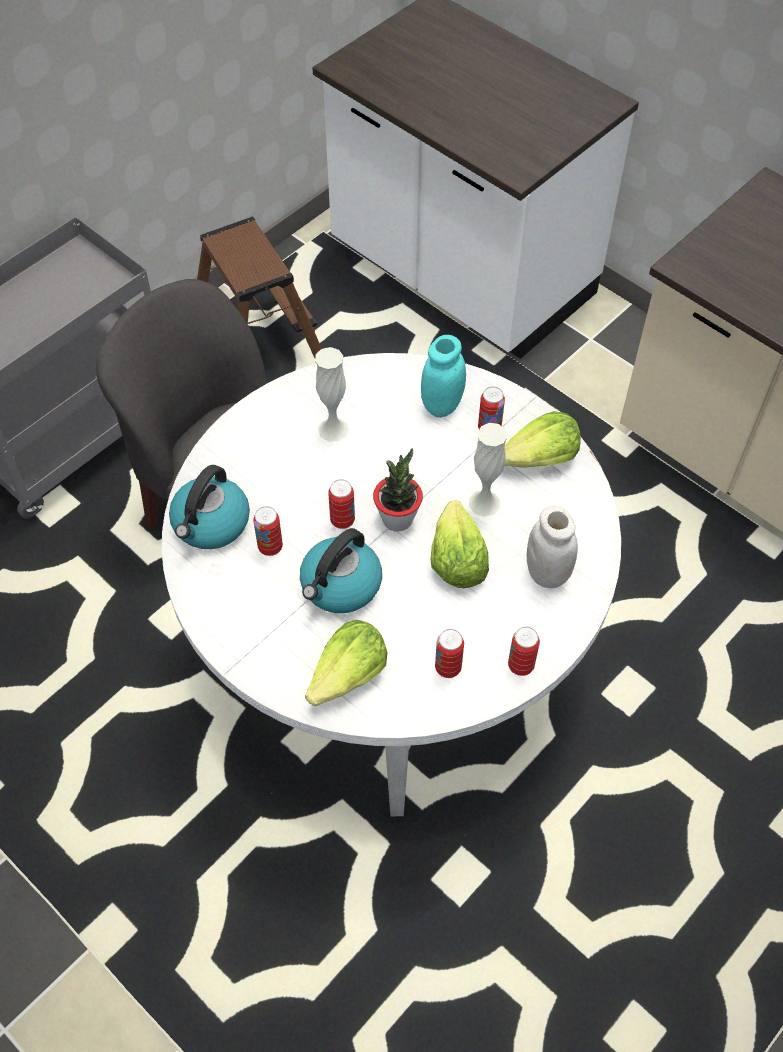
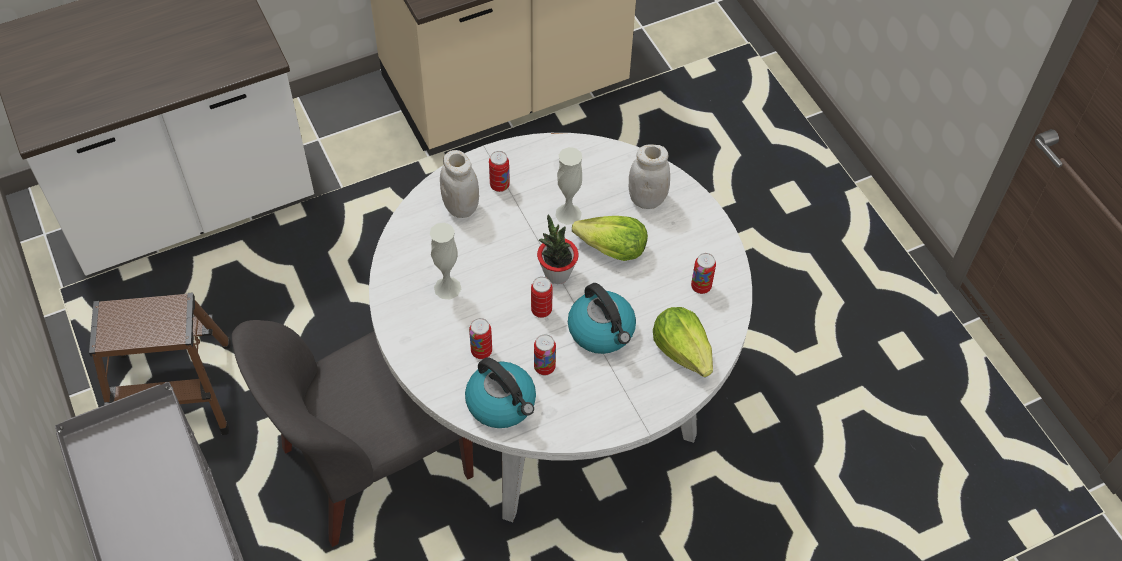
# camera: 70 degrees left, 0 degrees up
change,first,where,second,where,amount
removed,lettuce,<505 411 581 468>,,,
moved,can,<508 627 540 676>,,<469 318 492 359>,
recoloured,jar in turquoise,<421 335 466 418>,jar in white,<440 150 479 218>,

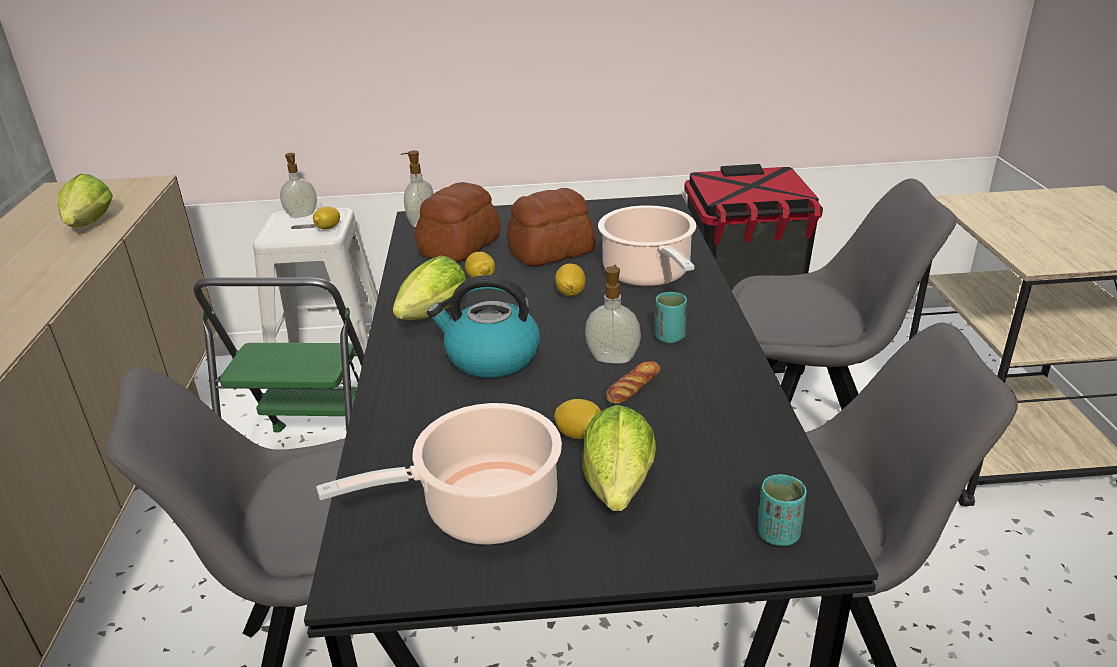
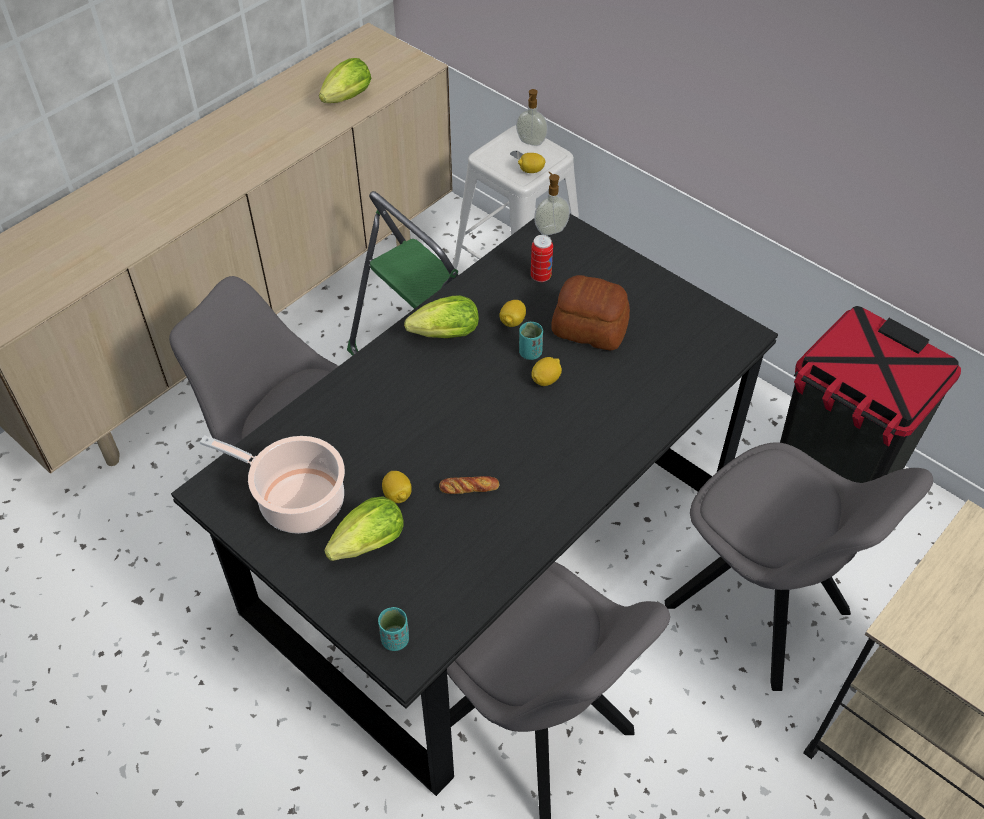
# camera: 45 degrees right, 20 degrees up
change,first,where,second,where,amount
removed,kettle,<427 275 540 378>,,,
removed,soap dispenser,<585 265 641 364>,,,
removed,cooking pot,<598 205 696 286>,,,
moved,cup in turquoise,<655 292 687 343>,,<519 322 543 360>,
replaced,bread,<415 182 501 262>,can,<531 235 553 282>,

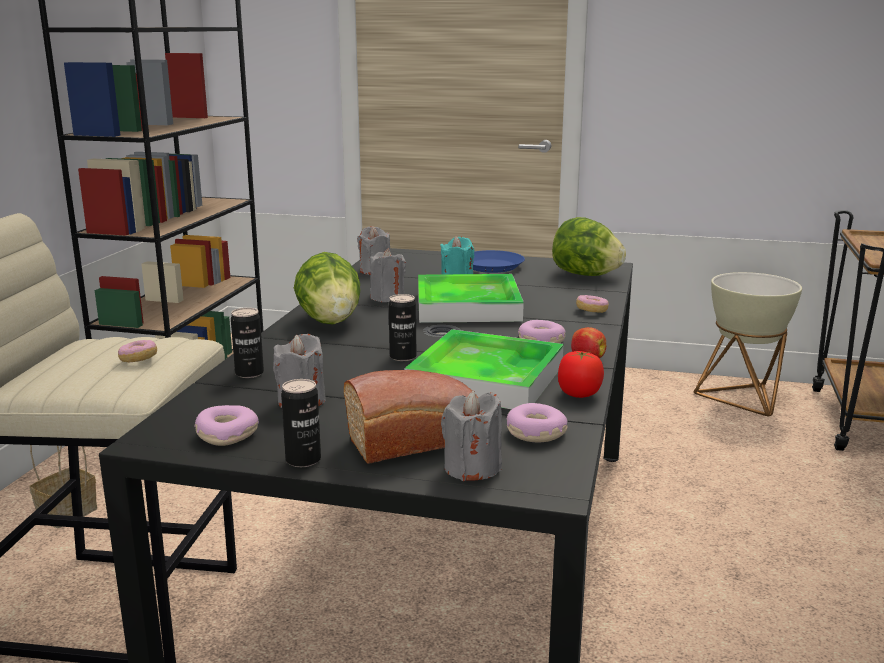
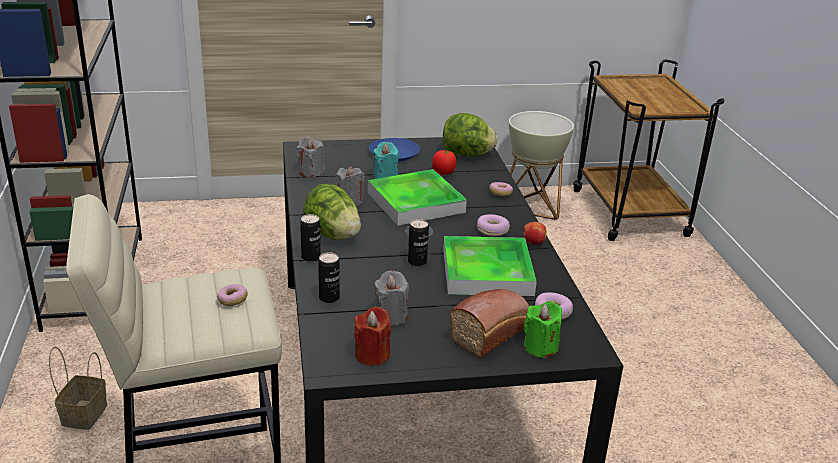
# camera: 25 degrees left, 10 degrees up
change,first,where,second,where,amount
moved,can,<281 379 321 467>,,<300 214 320 262>,
moved,tomato,<558 351 604 398>,,<432 150 456 175>,
replaced,donut,<194 405 259 446>,candle in red,<354 307 391 365>,
recoloured,candle in grey,<441 391 502 481>,candle in green,<524 301 562 358>,

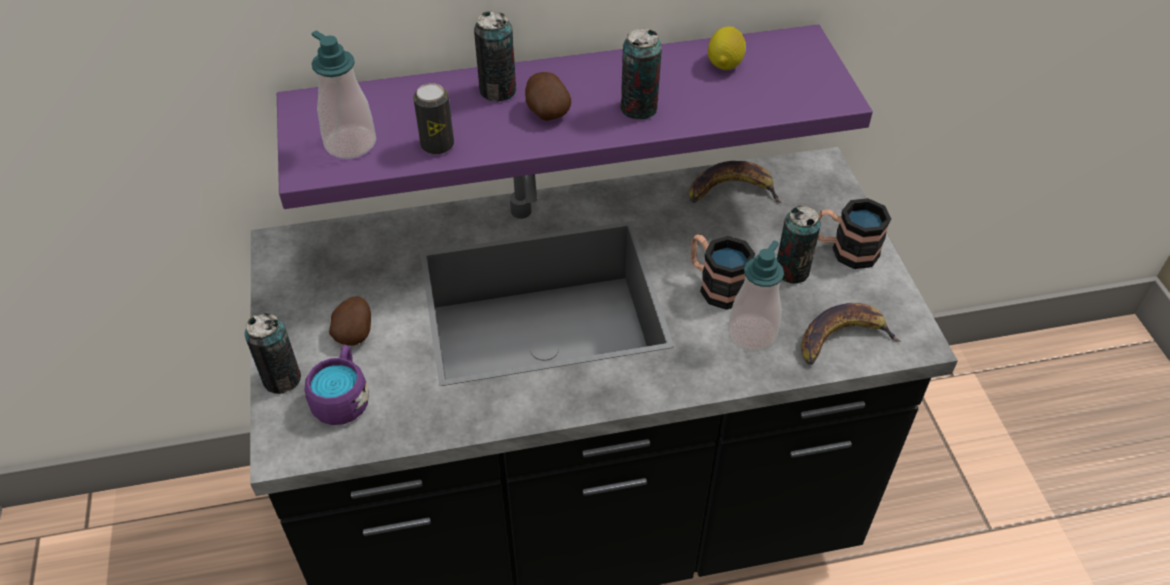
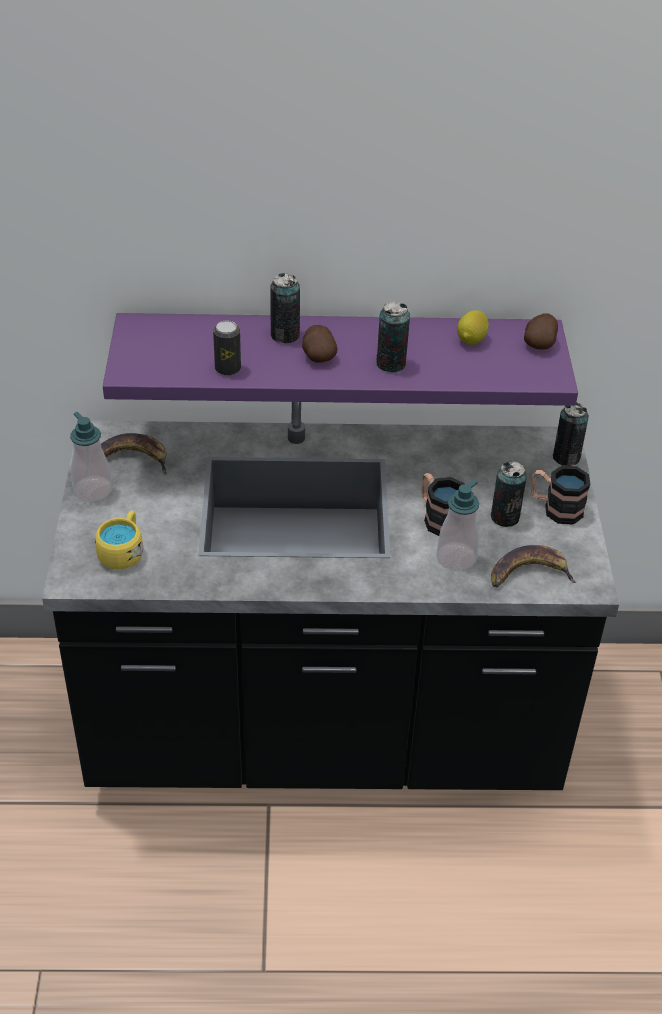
# camera: 10 degrees right, 5 degrees down
change,first,where,second,where,amount
moved,can,<245 313 301 394>,,<553 403 589 466>,
moved,soap dispenser,<311 30 376 159>,,<70 412 112 502>,
moved,potato,<329 296 371 346>,,<524 313 558 350>,
moved,banana,<689 161 781 203>,,<101 433 167 474>,
recoloured,mug in purple,<305 345 369 425>,mug in yellow,<95 511 143 569>,

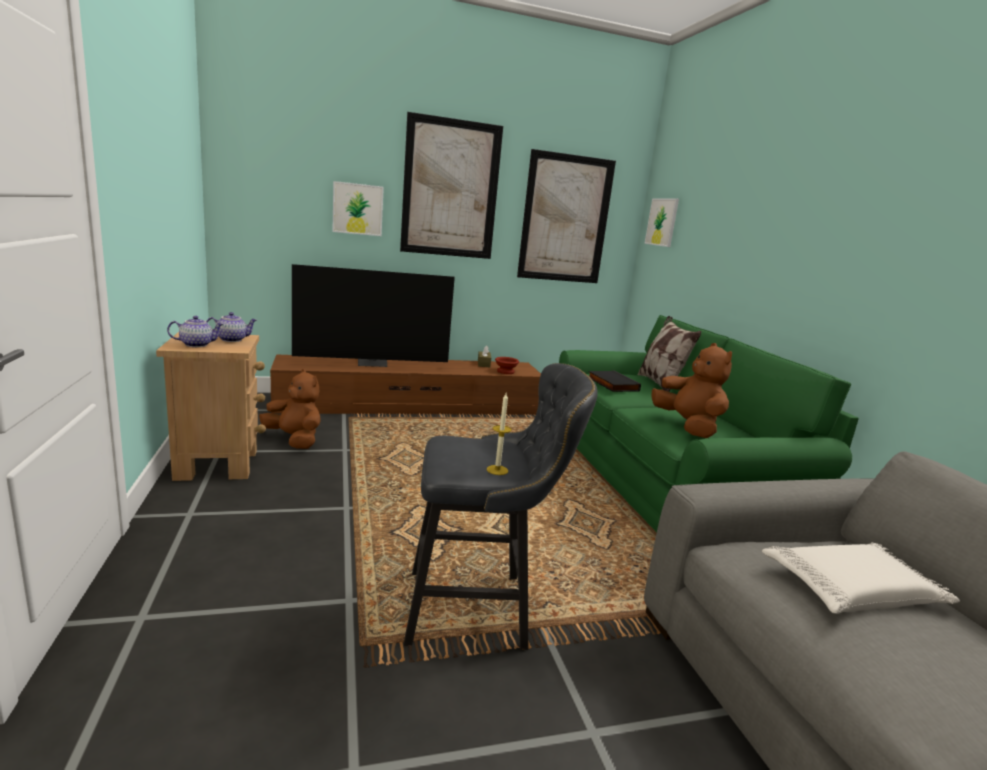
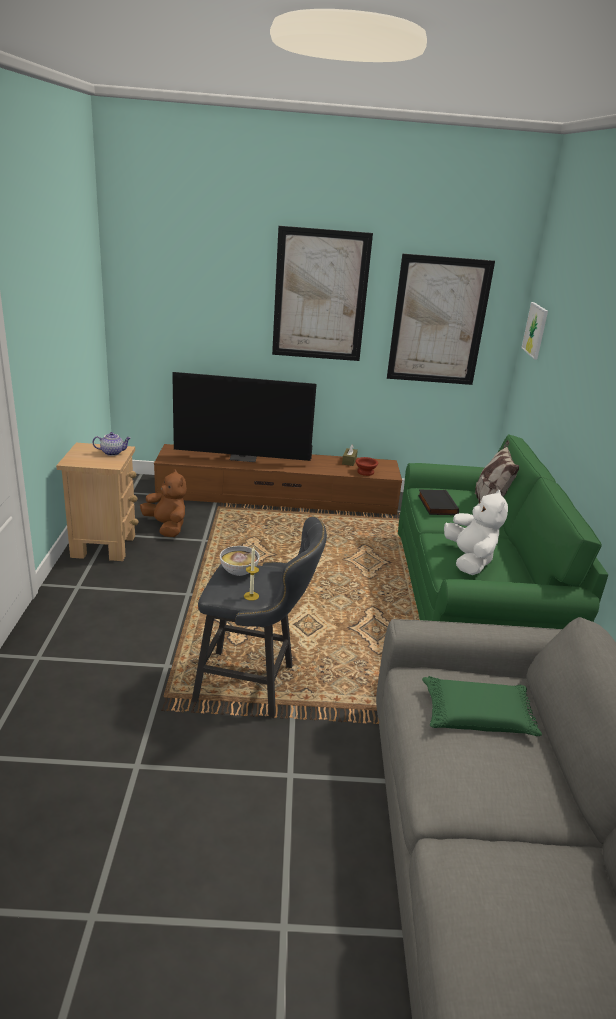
# camera: 15 degrees right, 10 degrees up
change,first,where,second,where,amount
removed,teapot,<167 316 223 347>,,,
removed,picture,<332 181 384 236>,,,
added,,,bowl,<220 546 260 576>,
recoloured,plush toy in brown,<651 343 732 438>,plush toy in white,<444 489 508 575>,
recoloured,pillow in white,<762 542 960 614>,pillow in green,<422 676 542 736>,

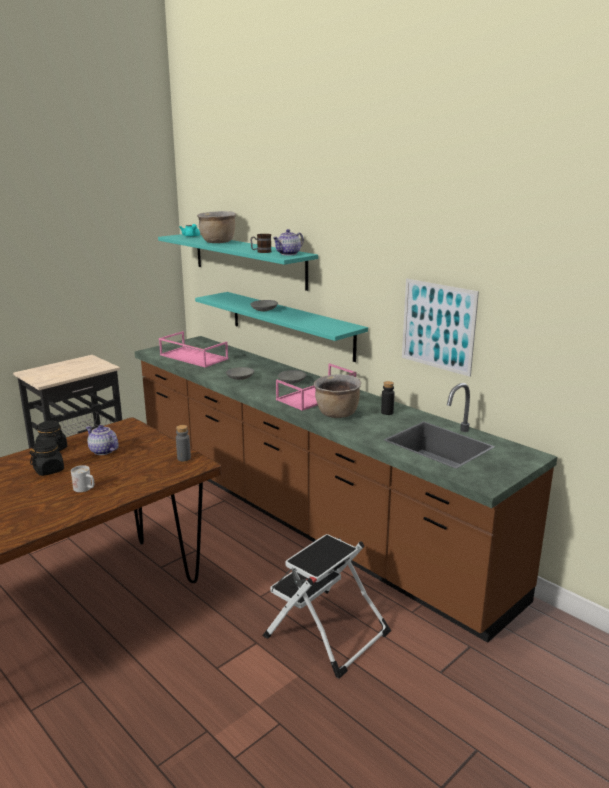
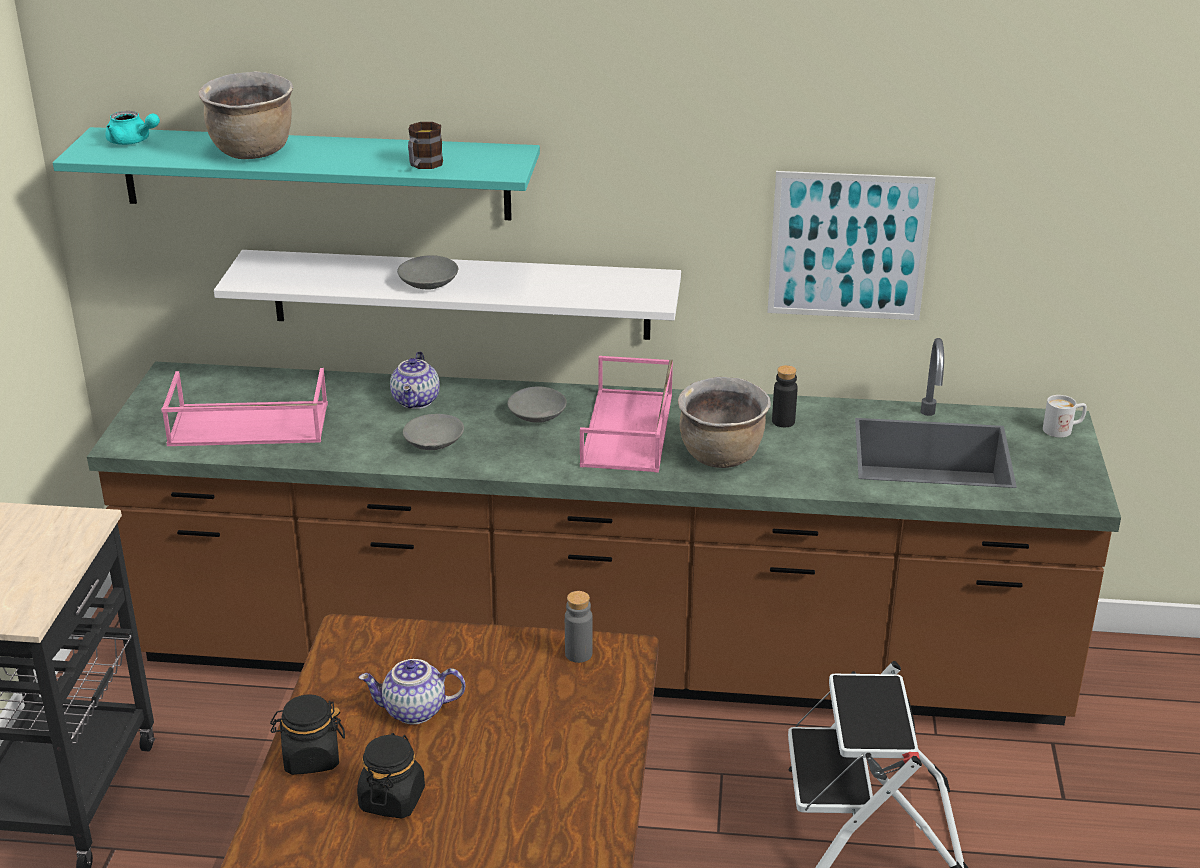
# camera: 40 degrees left, 10 degrees up
change,first,where,second,where,amount
moved,mug in white,<71 465 94 492>,,<1043 395 1087 438>,
moved,teapot,<273 229 304 255>,,<390 351 440 409>,
recoloured,shelf in turquoise,<195 292 368 362>,shelf in white,<214 250 681 340>,

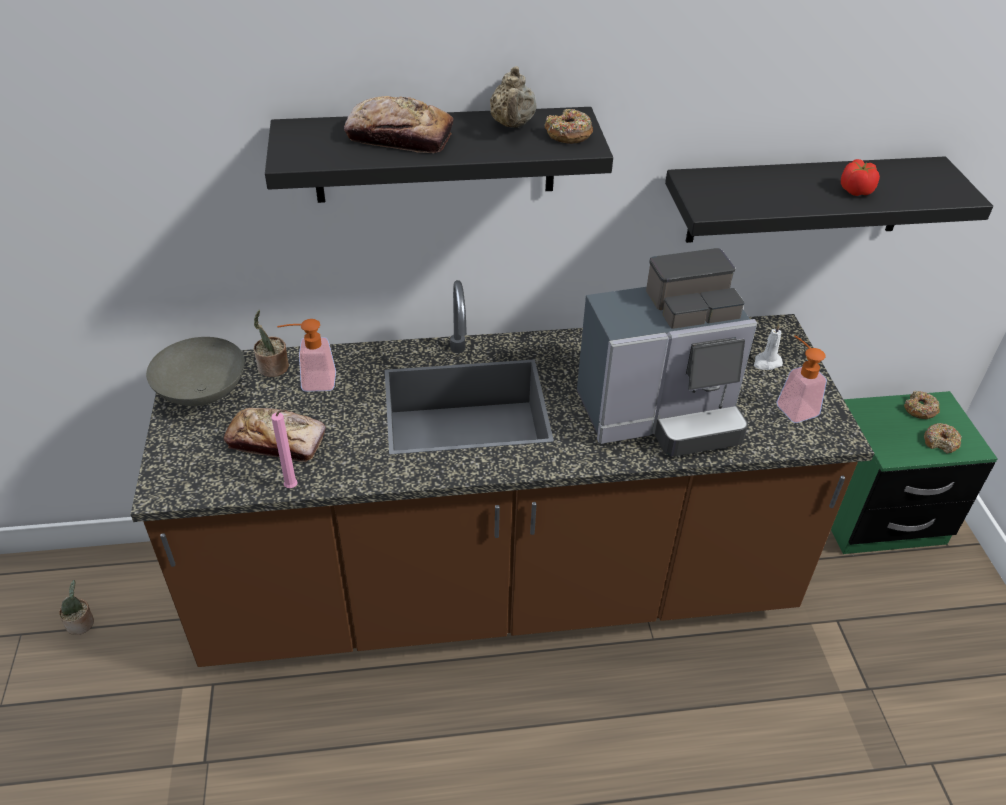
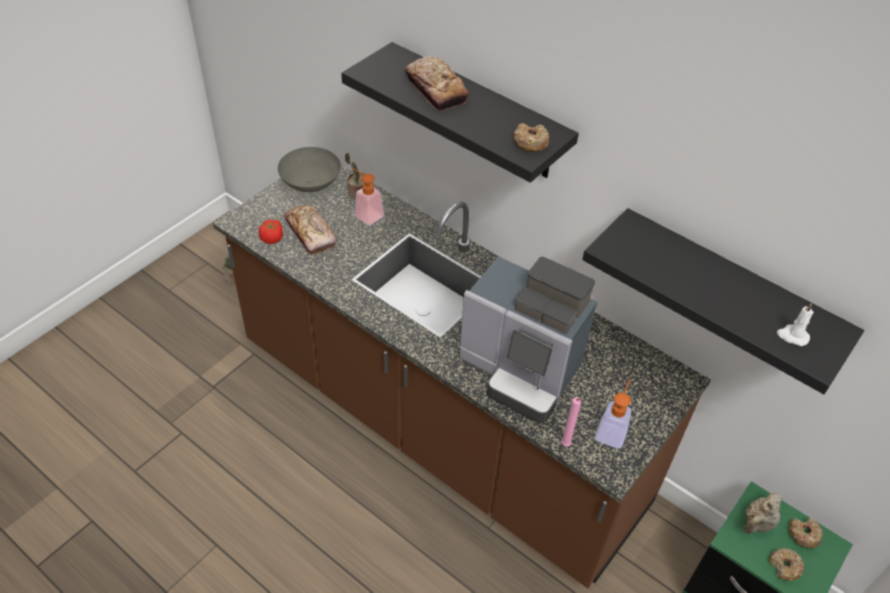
# camera: 45 degrees right, 5 degrees up
change,first,where,second,where,amount
moved,candle in pink,<271 410 298 488>,,<561 397 584 446>,
moved,teapot in beige,<490 66 536 128>,,<744 493 782 533>,
moved,candle in white,<754 323 783 370>,,<777 303 814 346>,
moved,tomato,<841 159 880 196>,,<259 219 283 244>,

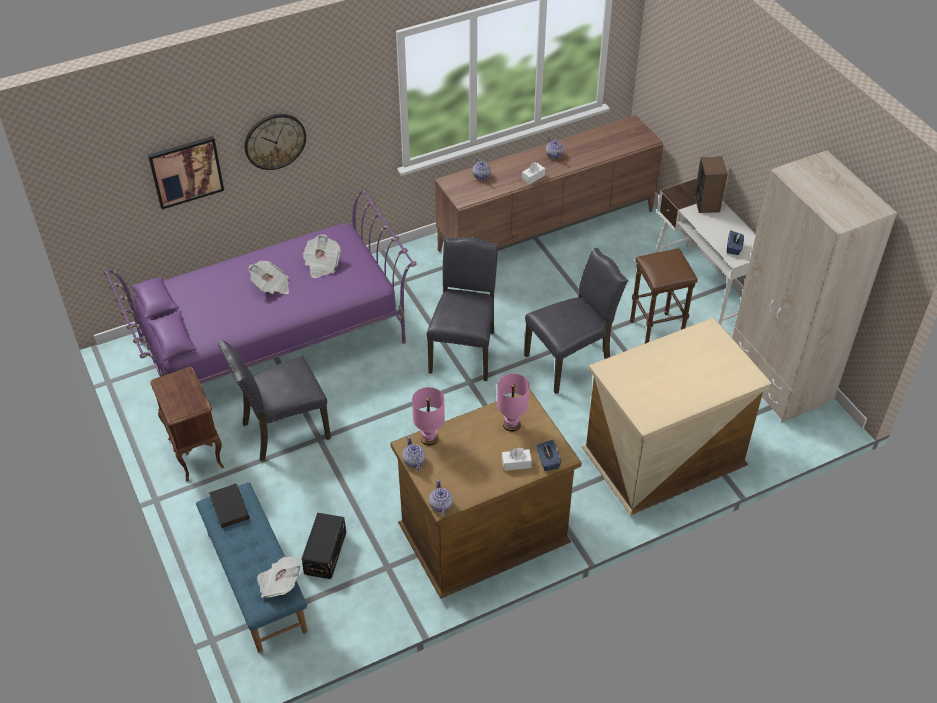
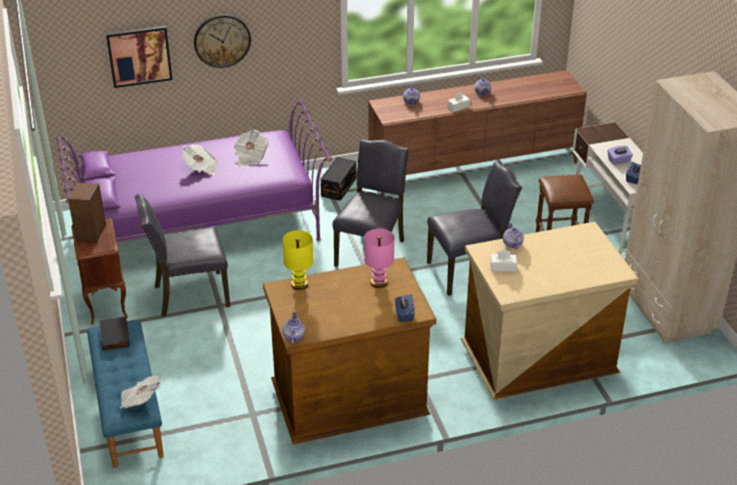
# camera: 10 degrees right, 10 degrees down
change,first,where,second,where,amount
added,,,tissue box in purple,<607 146 633 165>,
moved,storage box in black,<301 513 346 579>,,<320 157 357 201>,
moved,teapot,<402 436 426 471>,,<503 222 524 249>,
moved,tissue box in white,<502 448 532 471>,,<490 249 517 271>,
moved,speaker,<694 157 728 213>,,<68 182 106 242>,
recoloured,table lamp in pink,<412 387 445 446>,table lamp in yellow,<282 230 313 290>,

